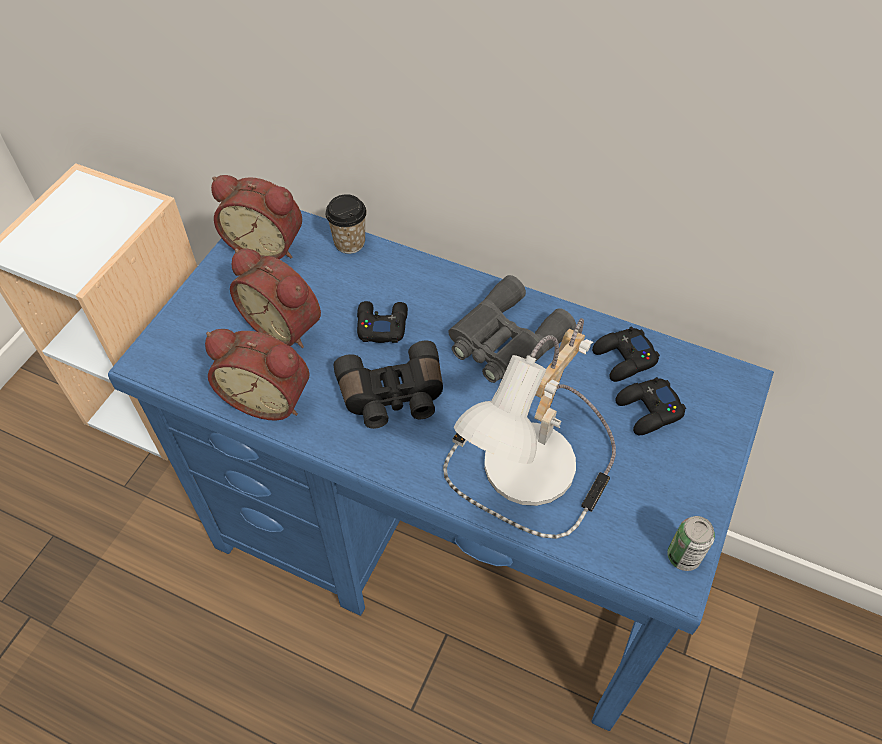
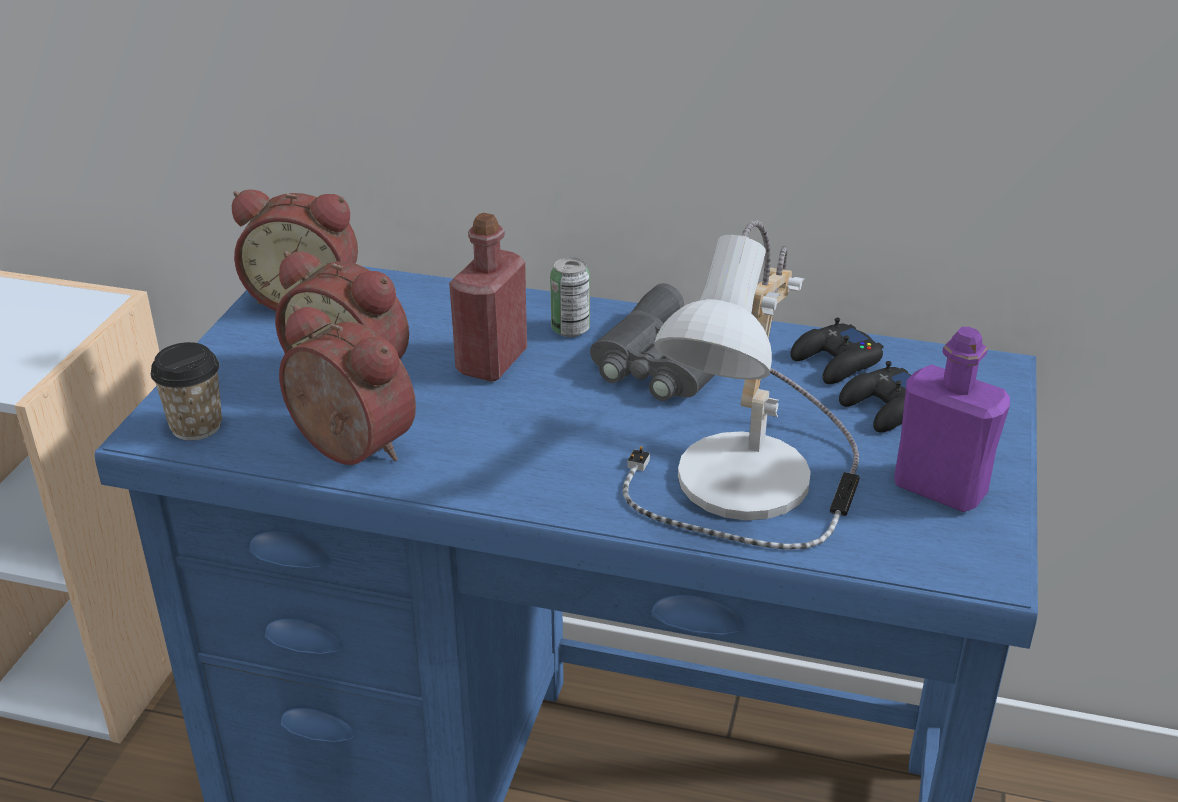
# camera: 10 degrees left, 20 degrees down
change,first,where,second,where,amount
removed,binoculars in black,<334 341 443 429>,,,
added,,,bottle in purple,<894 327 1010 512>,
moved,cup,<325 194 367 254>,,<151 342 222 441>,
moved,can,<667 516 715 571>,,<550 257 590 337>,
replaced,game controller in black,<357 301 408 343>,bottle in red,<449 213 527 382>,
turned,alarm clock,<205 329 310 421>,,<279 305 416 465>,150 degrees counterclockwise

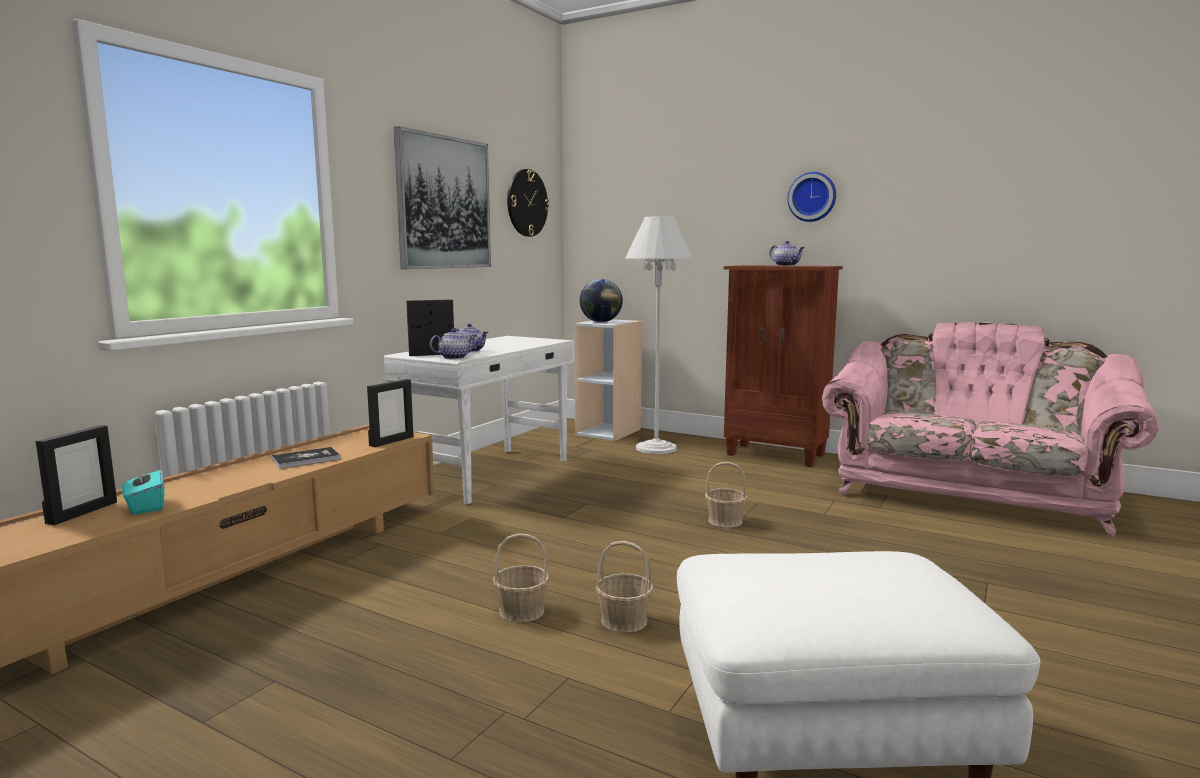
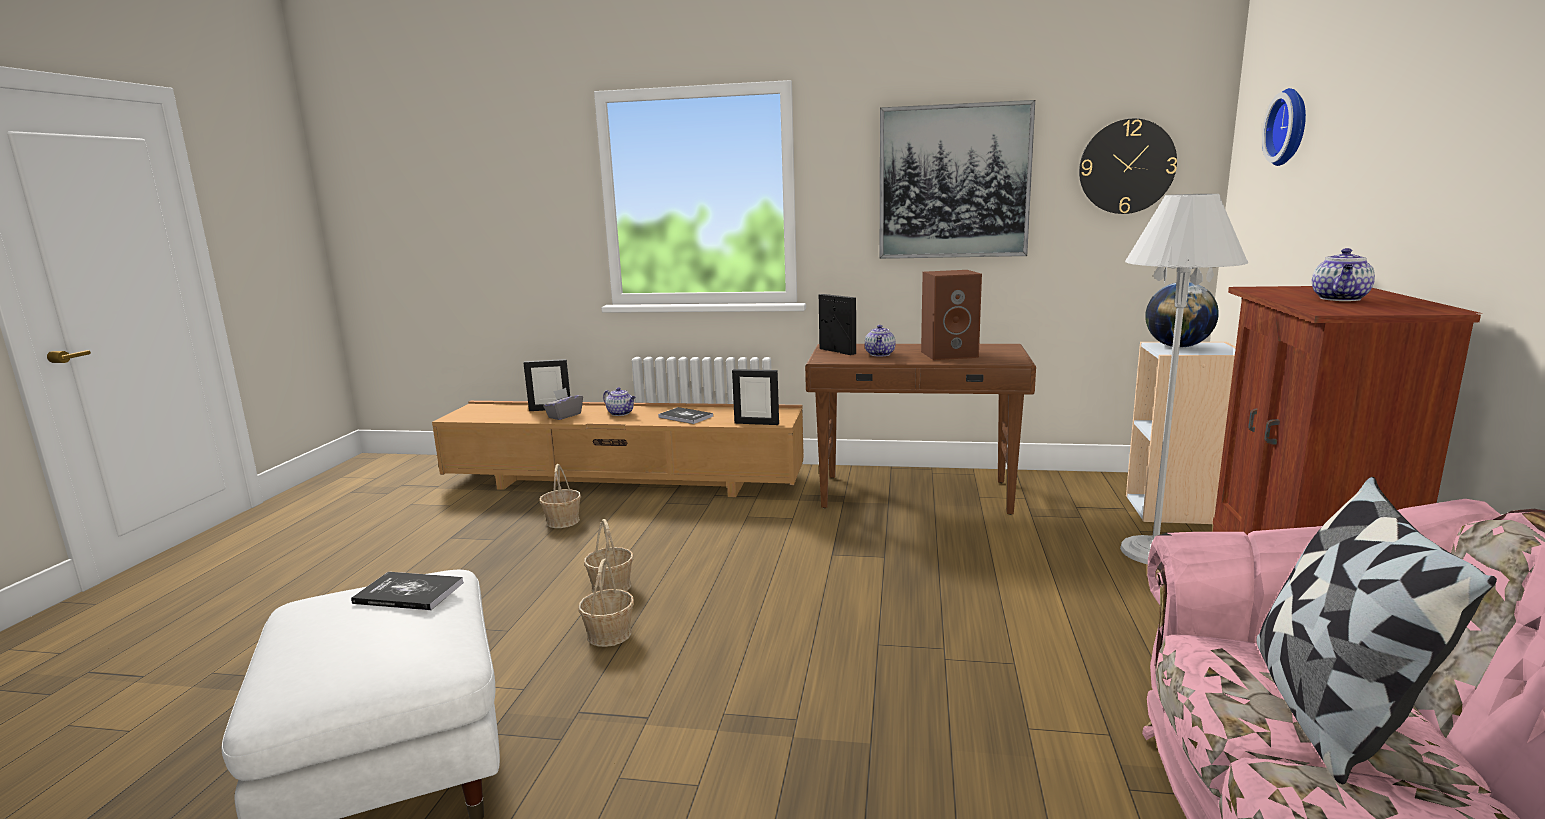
# camera: 70 degrees right, 5 degrees up
change,first,where,second,where,amount
added,,,book,<351 572 464 610>,
added,,,speaker in brown,<921 270 982 360>,
added,,,pillow,<1256 477 1497 784>,
moved,teapot,<430 328 477 359>,,<603 387 635 416>,
moved,basket,<705 462 748 528>,,<539 464 581 528>,
moved,wall clock,<787 172 836 222>,,<1262 88 1306 166>,
recoloured,tissue box in turquoise,<122 464 164 515>,tissue box in grey,<543 388 583 420>,
recoloured,console table in white,<384 336 574 505>,console table in brown,<805 344 1036 515>,

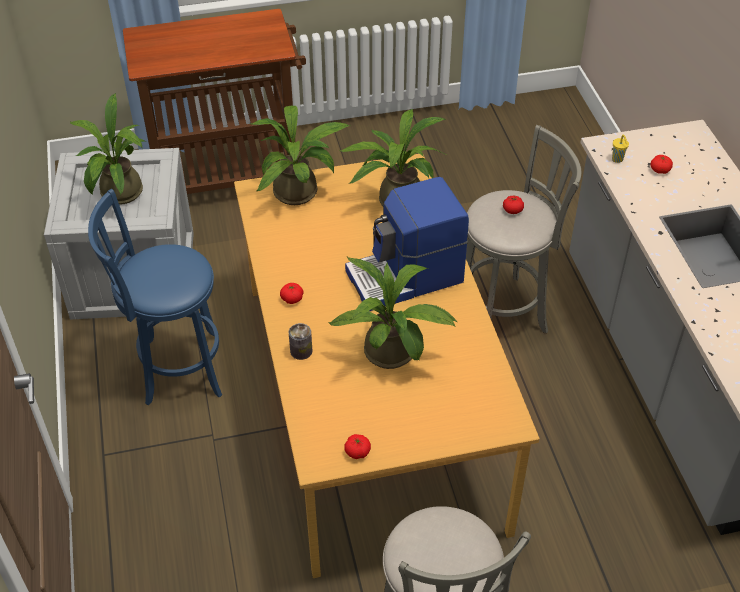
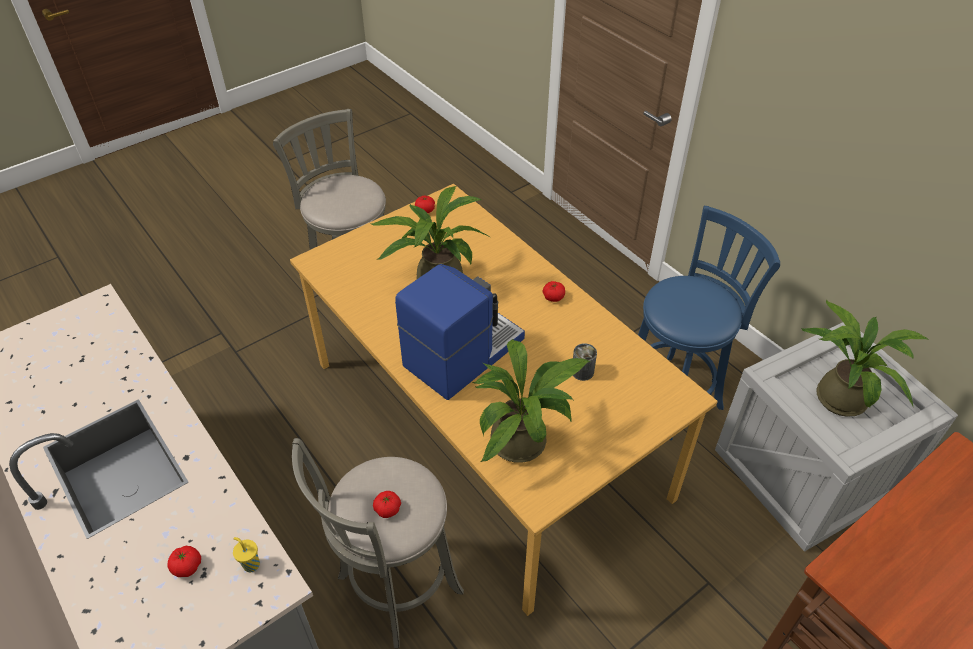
# camera: 155 degrees right, 0 degrees up
change,first,where,second,where,amount
removed,potted plant,<250 106 350 205>,,,
moved,can,<289 323 312 360>,,<573 343 597 381>,

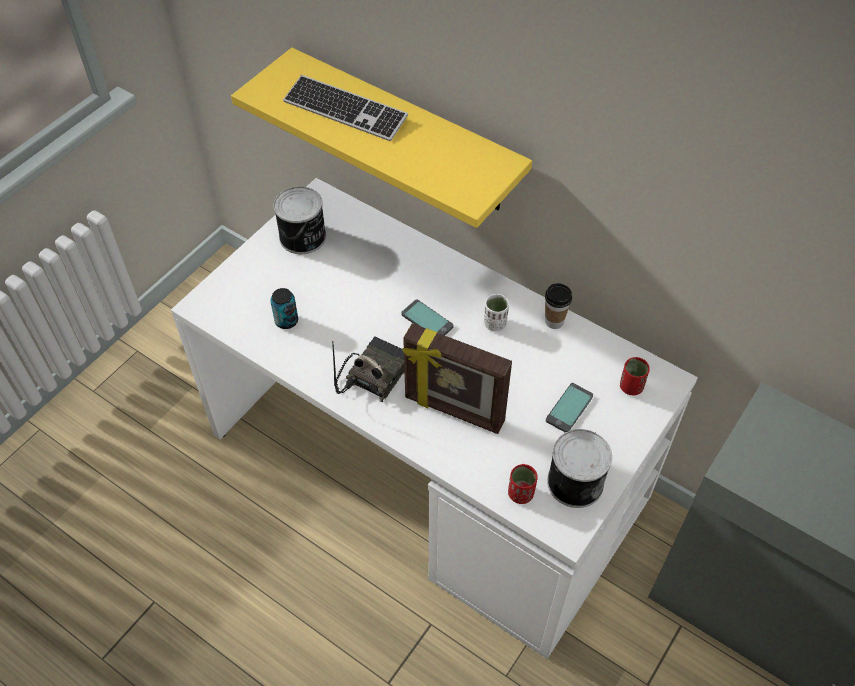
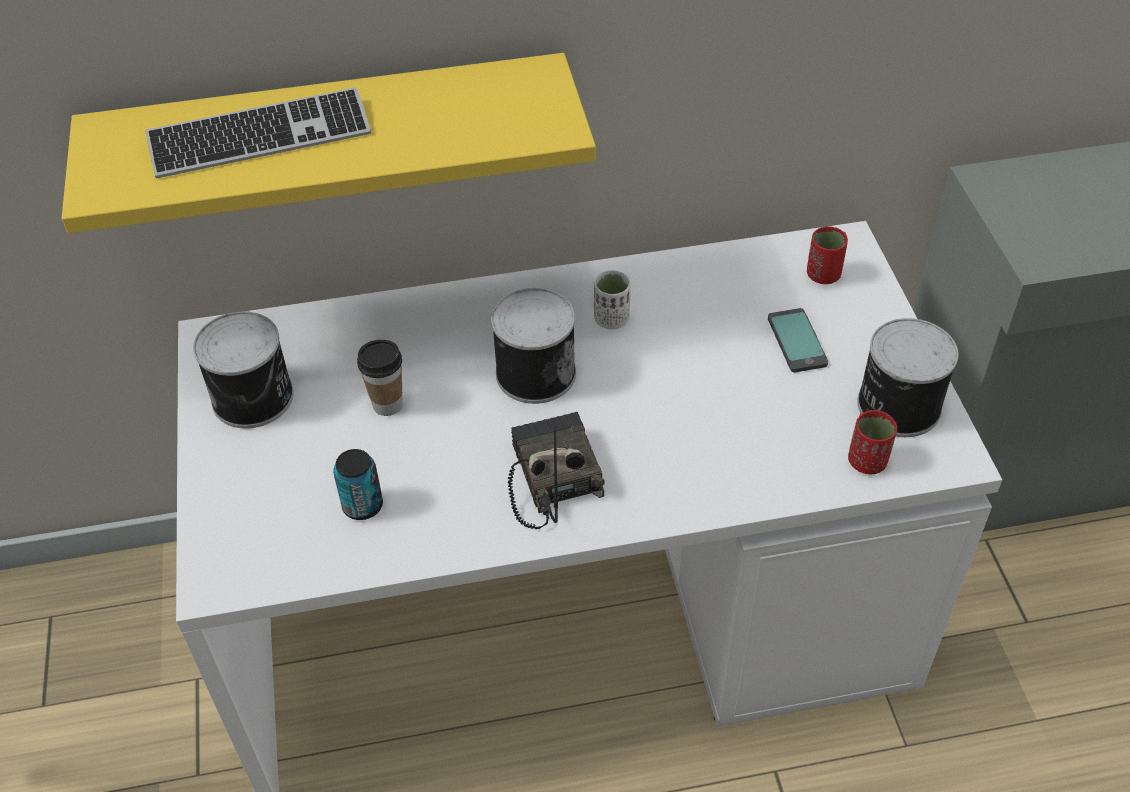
# camera: 45 degrees left, 5 degrees down
change,first,where,second,where,amount
removed,picture frame,<402 323 512 434>,,,
moved,cup,<545 283 572 329>,,<357 340 403 416>,
replaced,phone,<401 299 453 335>,can,<491 288 576 404>,

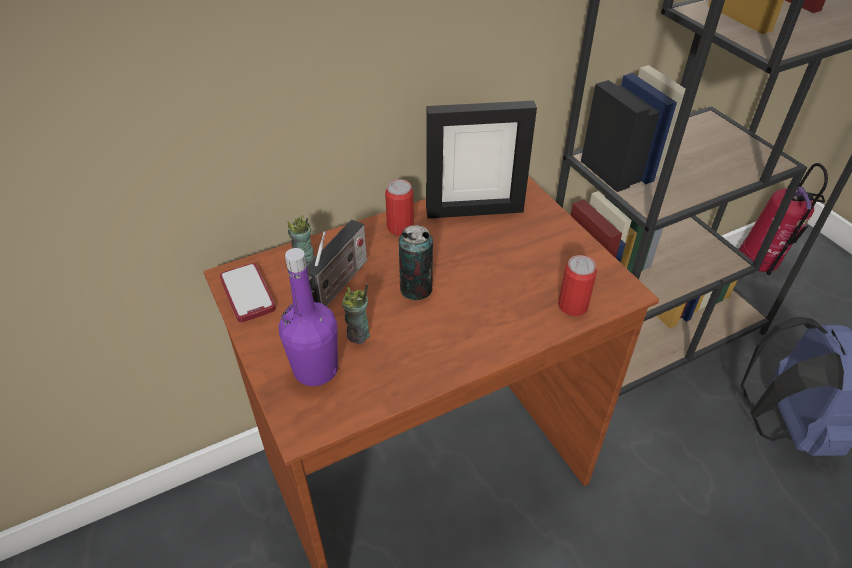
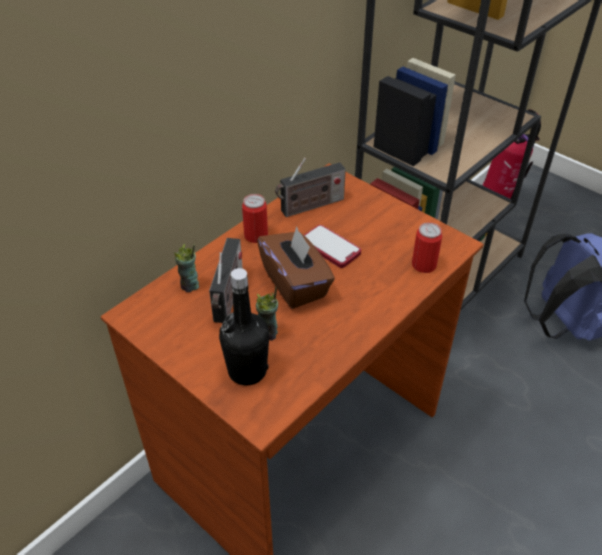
# camera: 20 degrees left, 0 degrees up
change,first,where,second,where,amount
moved,phone,<220 263 276 322>,,<304 225 361 268>,
replaced,can,<399 225 433 300>,tissue box in brown,<257 227 335 309>,
replaced,picture frame,<426 101 537 219>,radio,<275 158 346 217>,
recoloured,bottle in purple,<279 248 338 386>,bottle in black,<219 268 269 385>,

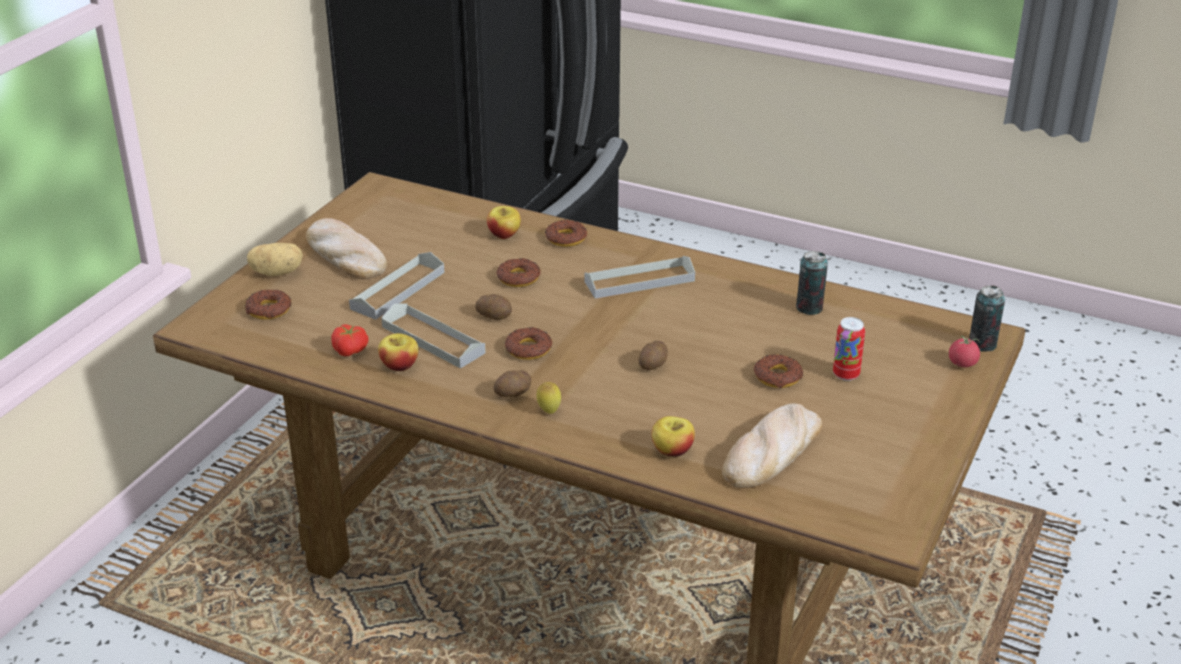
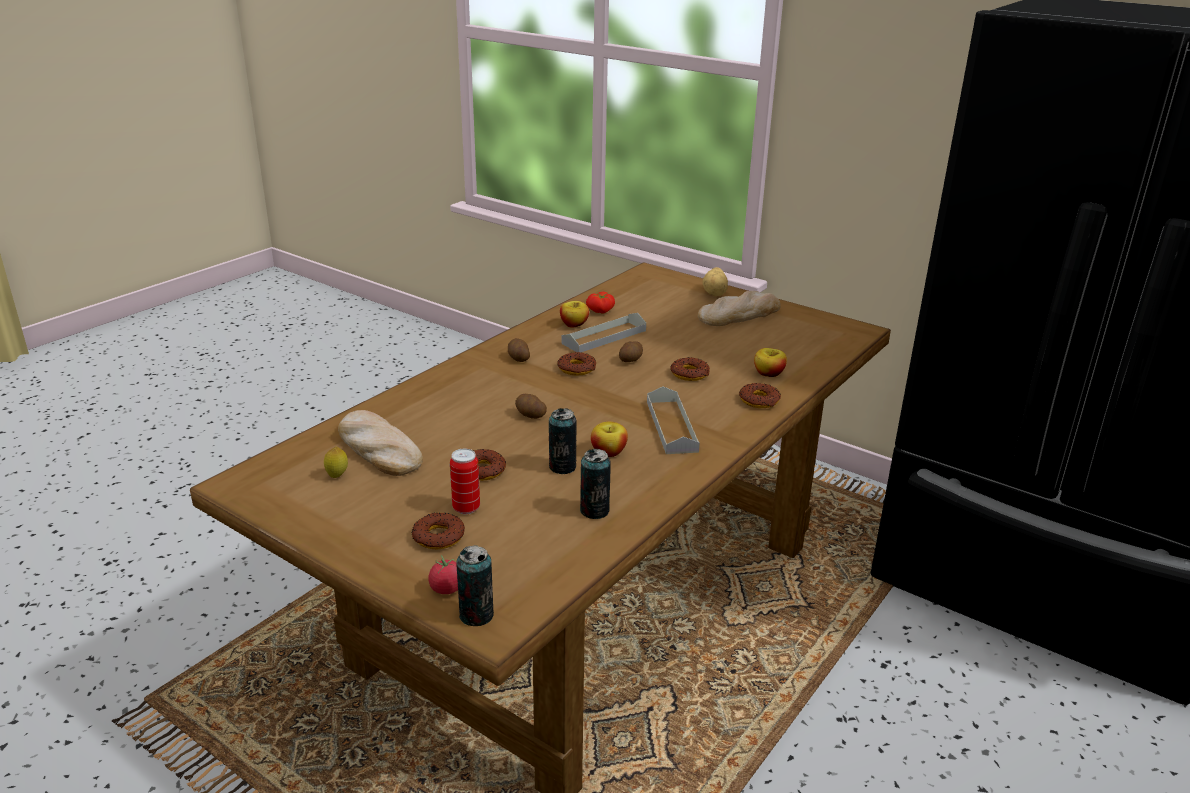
# camera: 100 degrees right, 5 degrees down
change,first,where,second,where,amount
removed,tray in grey,<349 252 445 320>,,,
added,,,can,<549 408 577 474>,
moved,donut,<245 289 292 319>,,<412 513 465 549>,
moved,lemon,<536 382 561 414>,,<324 447 348 478>,
moved,apple,<651 416 695 457>,,<591 422 628 457>,

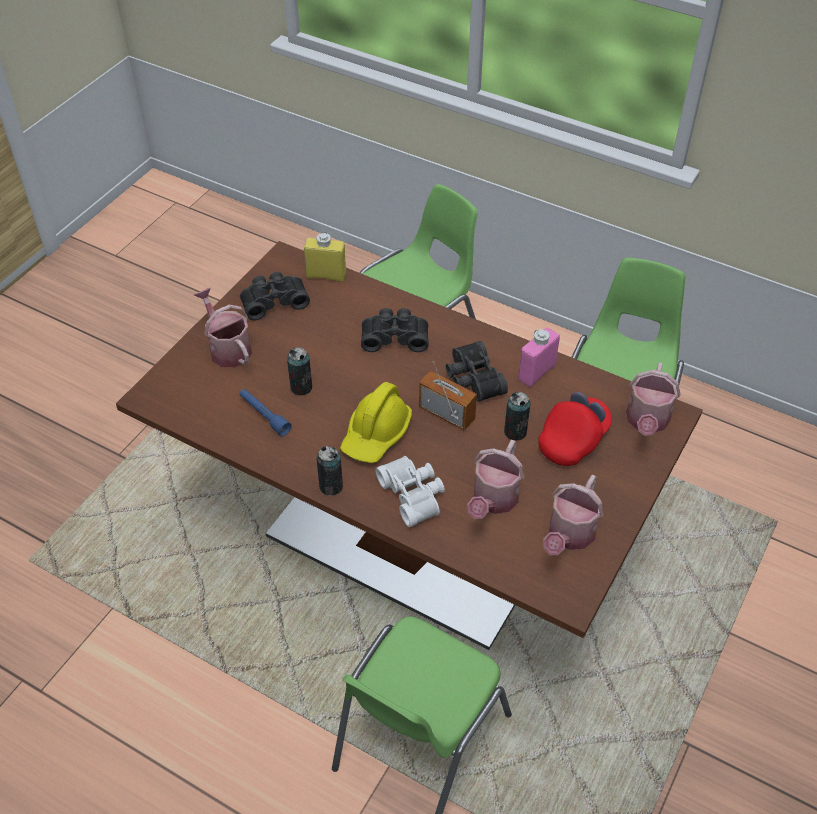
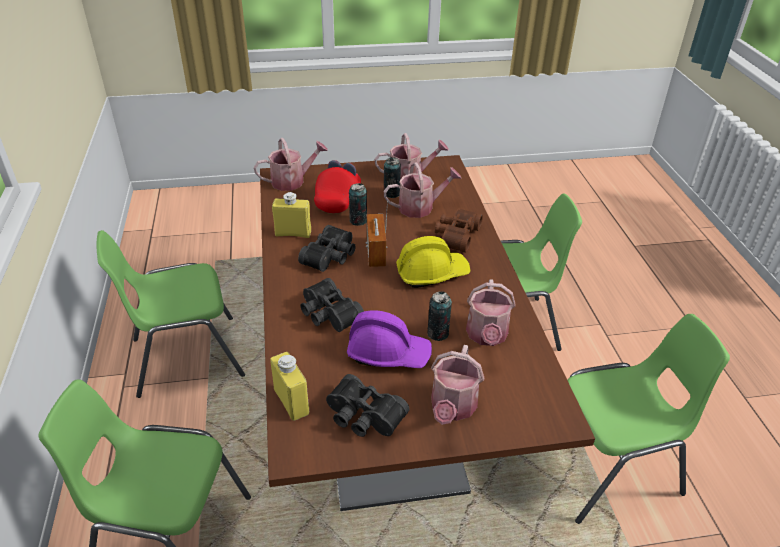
# camera: 130 degrees left, 10 degrees down
change,first,where,second,where,amount
added,,,hard hat in purple,<347 311 432 368>,
added,,,chair in green,<567 314 730 524>,
moved,can,<317 446 343 496>,,<384 158 401 198>,
replaced,flashlight in blue,<239 389 292 436>,watering can,<466 279 516 346>,
recoloured,binoculars in white,<375 456 445 527>,binoculars in brown,<435 208 483 253>,
recoloured,bottle in pink,<518 328 560 387>,bottle in yellow,<272 192 311 238>,
turned,cap in red,<538 392 612 466>,,<314 160 361 213>,105 degrees clockwise

